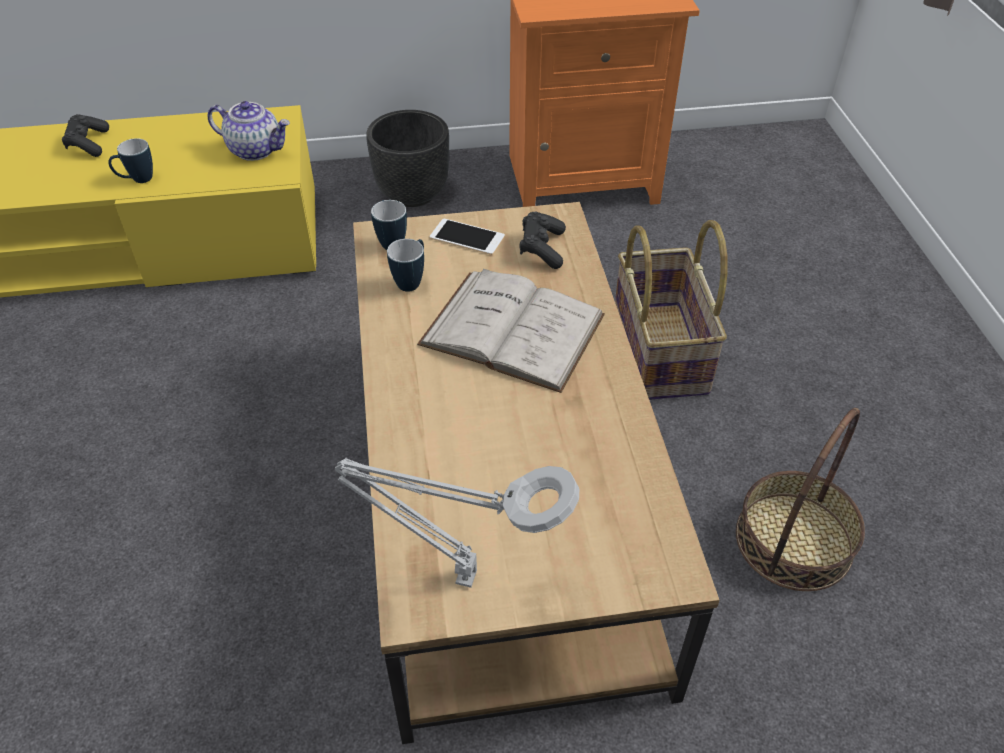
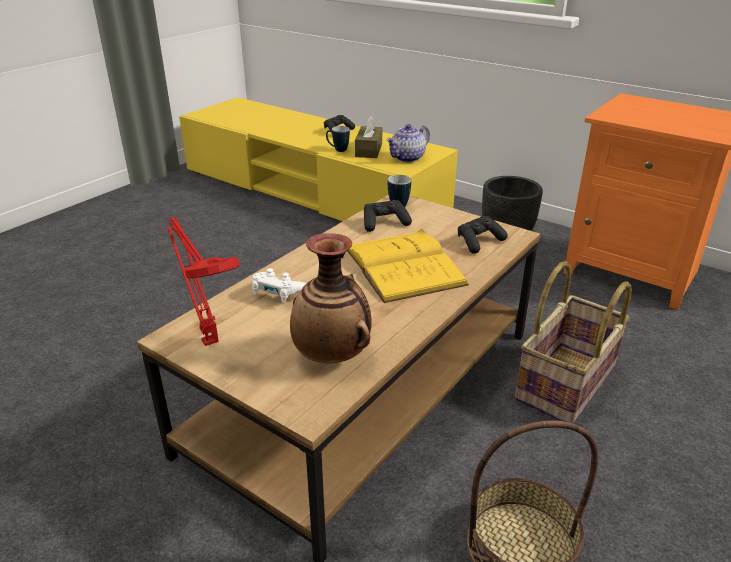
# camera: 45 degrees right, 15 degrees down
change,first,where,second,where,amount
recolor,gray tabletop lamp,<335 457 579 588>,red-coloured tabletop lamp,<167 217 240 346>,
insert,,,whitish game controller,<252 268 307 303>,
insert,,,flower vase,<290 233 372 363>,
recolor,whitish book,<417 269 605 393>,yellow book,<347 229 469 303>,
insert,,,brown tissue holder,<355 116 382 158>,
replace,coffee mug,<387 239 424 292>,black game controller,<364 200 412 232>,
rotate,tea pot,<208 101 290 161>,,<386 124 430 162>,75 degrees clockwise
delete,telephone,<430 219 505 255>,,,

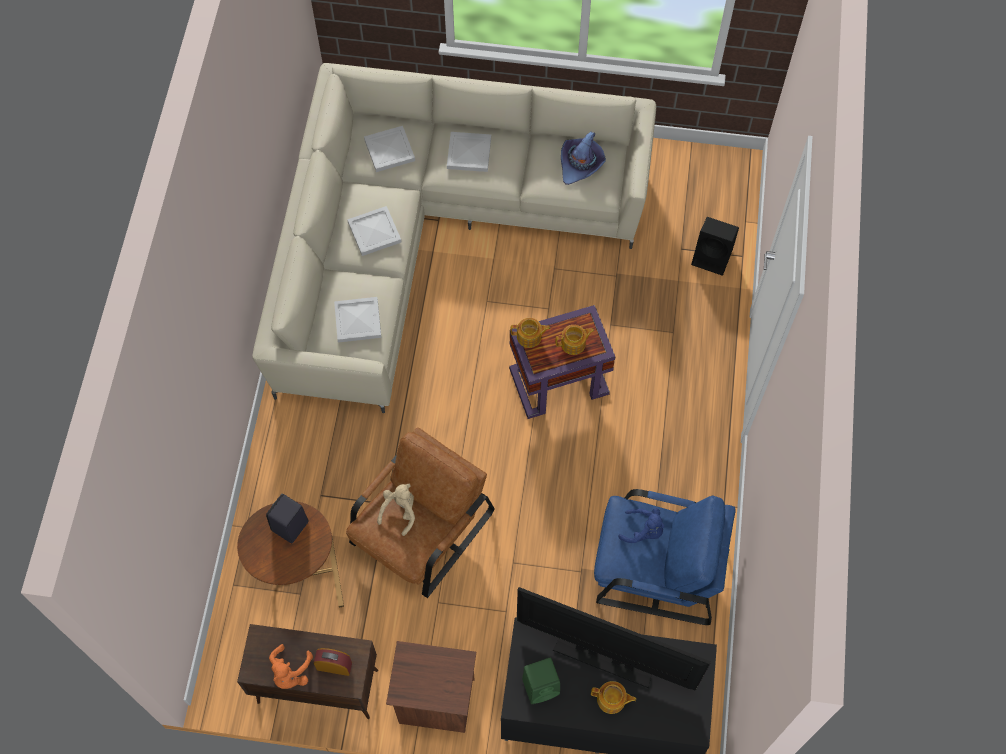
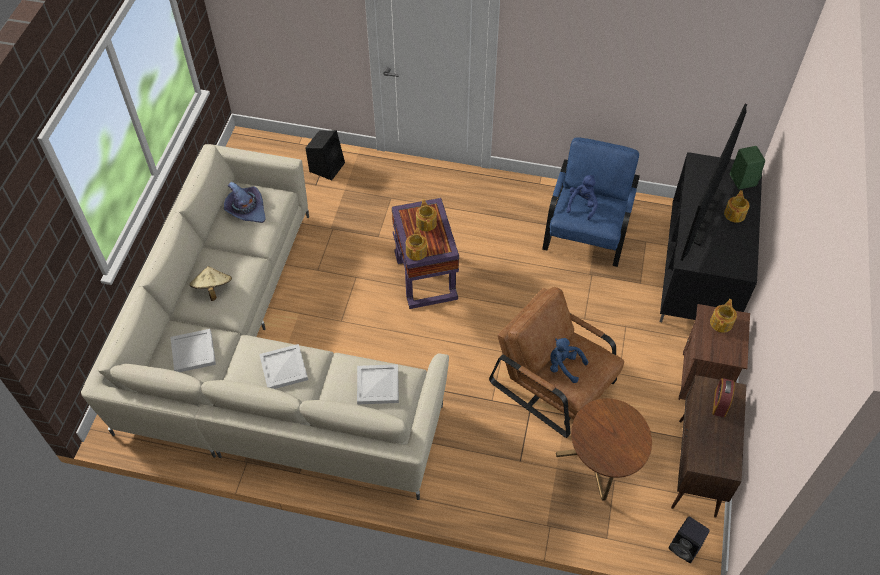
# camera: 85 degrees left, 10 degrees down
change,first,where,second,where,amount
replace,whitish serving tray,<447 132 491 172>,beige-coloured wearable hat,<190 266 232 301>,
recolor,beige-coloured plush toy,<377 484 415 536>,blue plush toy,<550 338 588 383>,
move,black speaker,<266 494 309 543>,,<668 516 710 563>,
insert,,,tea pot,<710 299 737 333>,
move,green-coloured speaker,<522 658 560 704>,,<730 146 765 189>,
delete,orange-coloured plush toy,<269 644 313 689>,,,

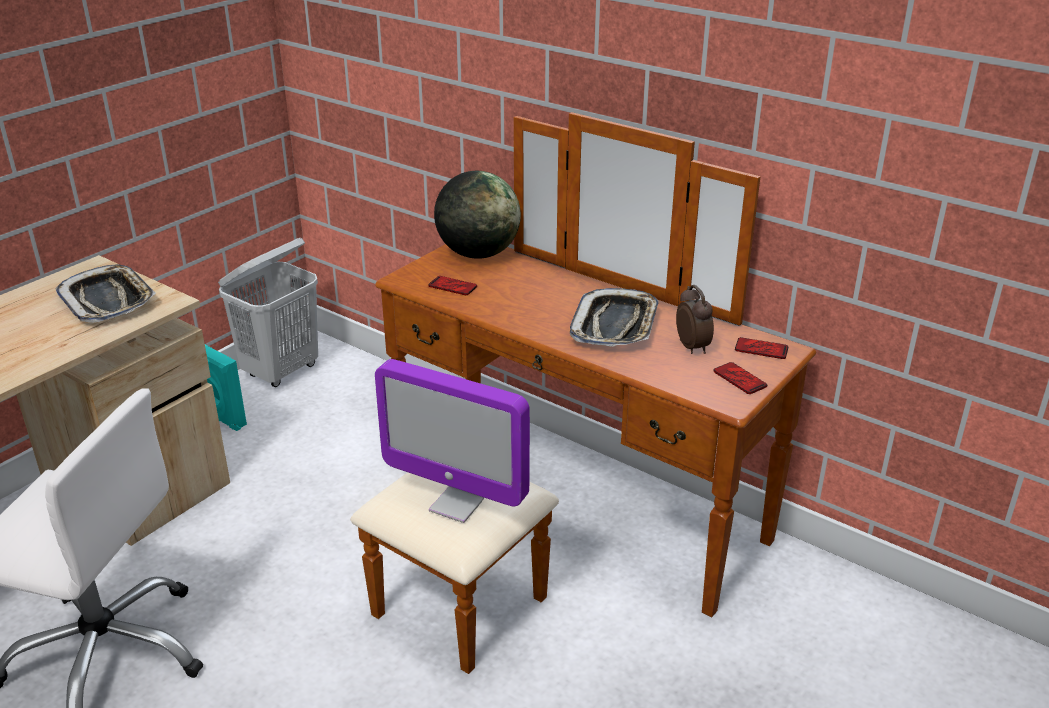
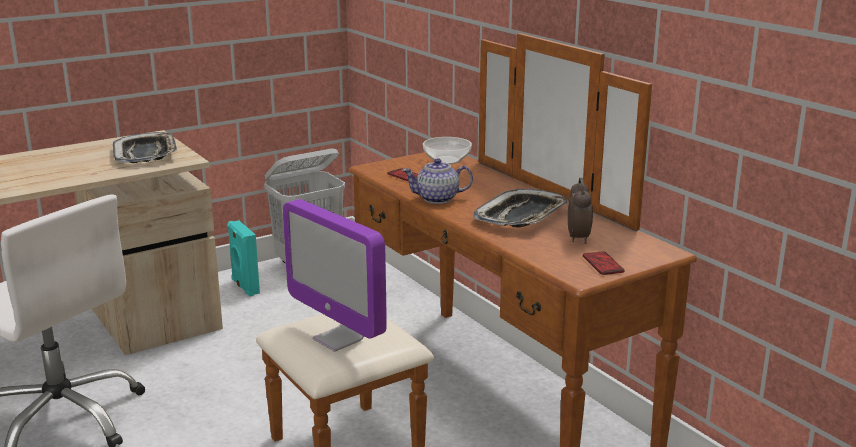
# camera: 20 degrees right, 10 degrees down
change,first,where,second,where,amount
insert,,,tea pot,<402 158 473 204>,
replace,desk globe,<434 171 521 259>,deep dish,<423 137 472 164>,
delete,telephone,<735 337 788 359>,,,

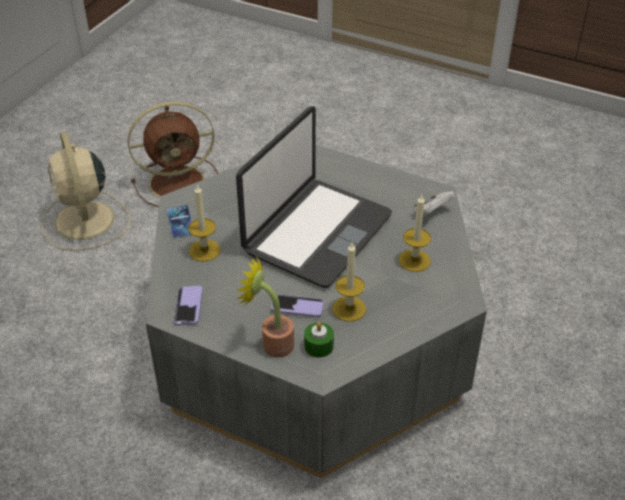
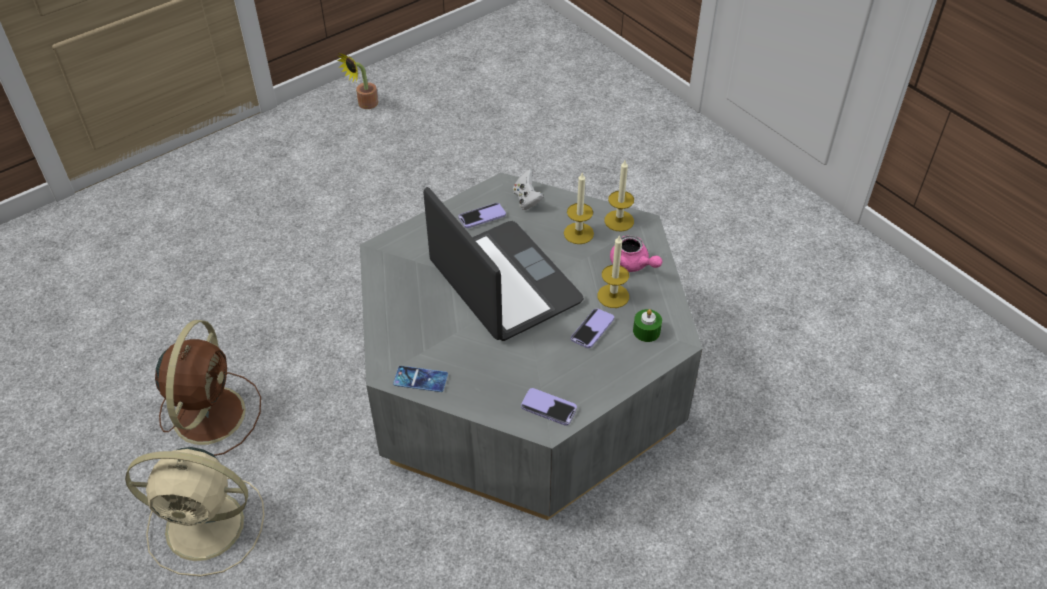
# camera: 65 degrees left, 5 degrees up
change,first,where,second,where,amount
move,plant in a pot,<236 256 294 357>,,<337 53 378 109>,
insert,,,telephone,<458 203 506 228>,
move,candle,<188 185 221 262>,,<604 160 634 232>,
insert,,,pink tea pot,<610 235 662 272>,

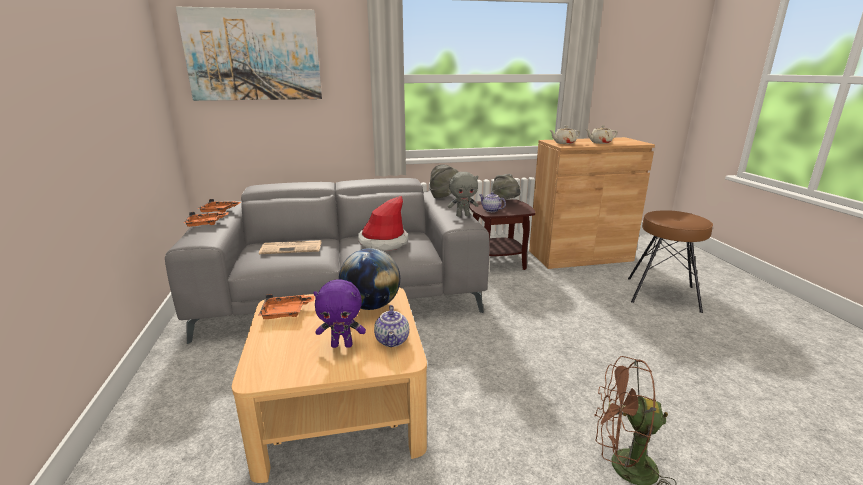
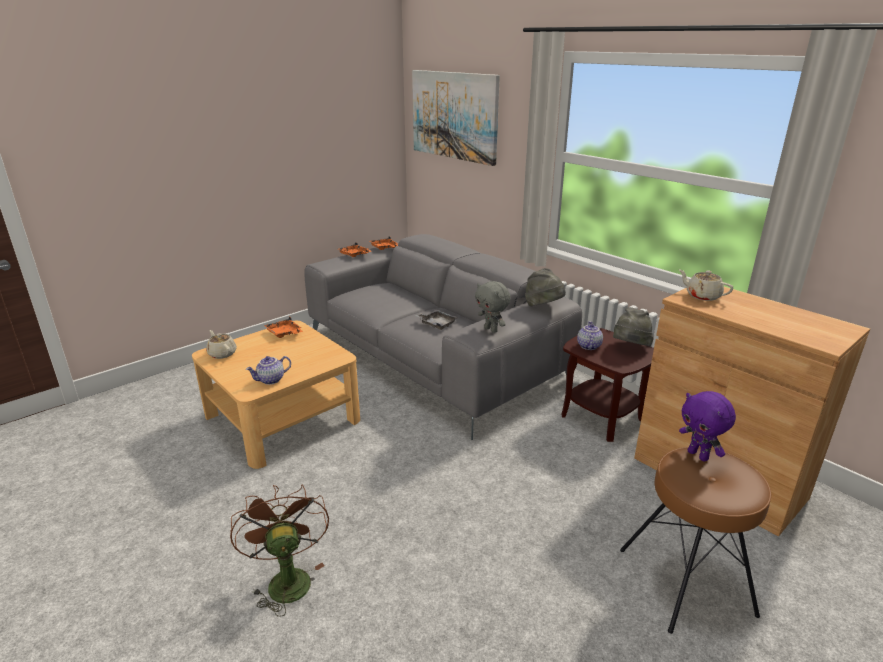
# camera: 60 degrees right, 5 degrees up
change,first,where,second,where,amount
move,beige-coloured tea pot,<585 125 617 144>,,<206 330 237 359>,
replace,wearable hat,<358 196 408 251>,gray serving tray,<415 310 457 330>,
move,purple plush toy,<313 279 366 348>,,<679 391 736 462>,
delete,printed paper,<259 240 321 254>,,,
delete,desk globe,<339 248 400 310>,,,

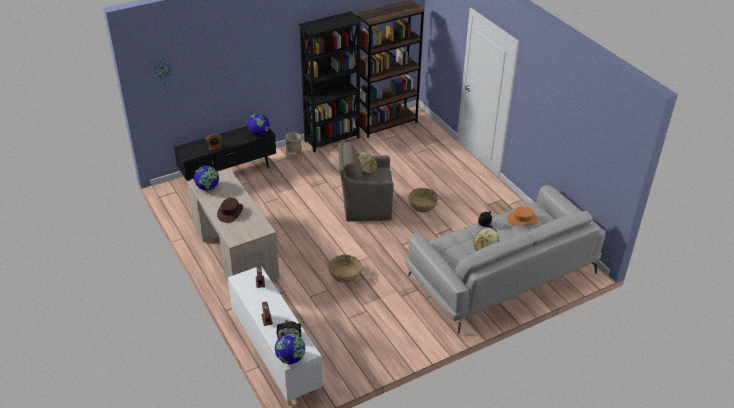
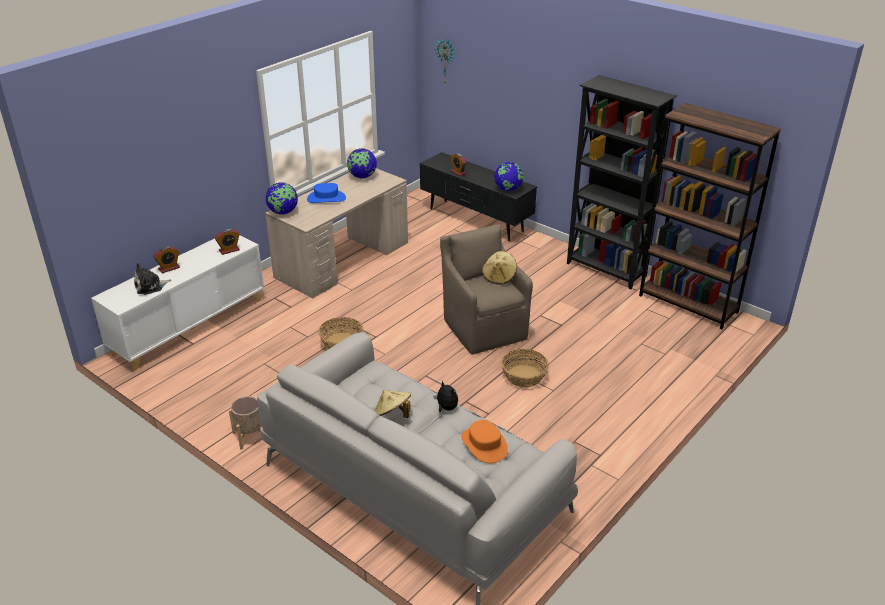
# camera: 70 degrees right, 5 degrees down
change,first,where,second,where,amount
move,beige-coloured flower pot,<285 132 302 160>,,<229 396 262 450>,
move,desk globe,<275 333 306 364>,,<266 182 298 214>,
recolor,brown wearable hat,<217 198 243 223>,blue wearable hat,<307 183 346 203>,

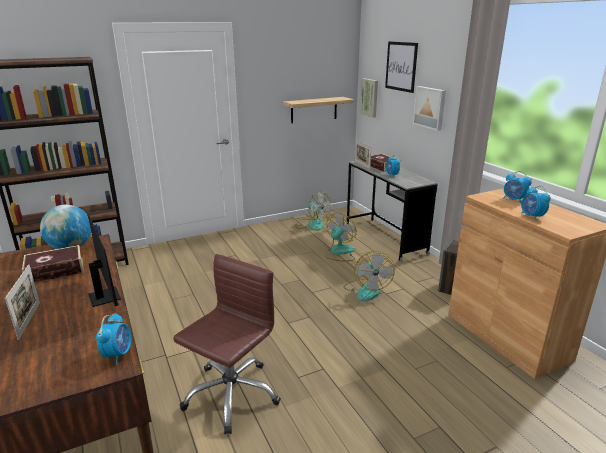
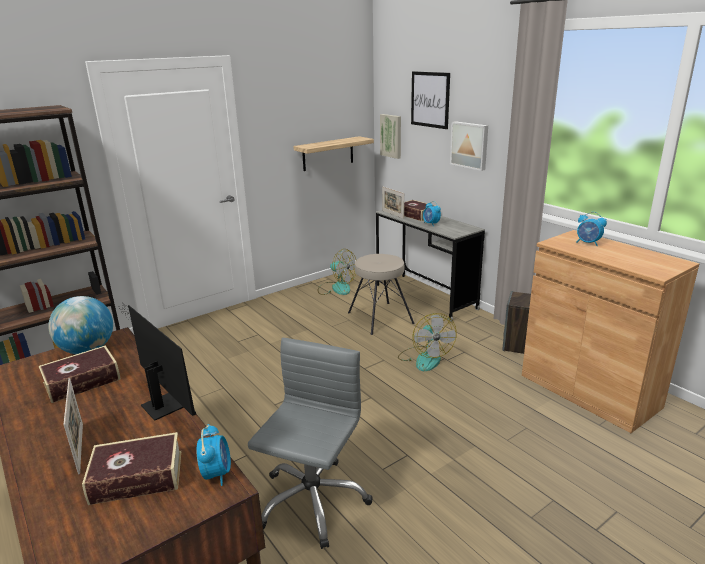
# camera: 10 degrees left, 0 degrees up
change,first,where,second,where,amount
insert,,,book,<82 432 181 505>,
recolor,brown office chair,<173 254 281 434>,gray office chair,<248 338 372 549>,
replace,cooling fan,<325 213 356 261>,beige-coloured stool,<348 254 415 335>,
delete,bedside clock,<521 186 551 221>,,,

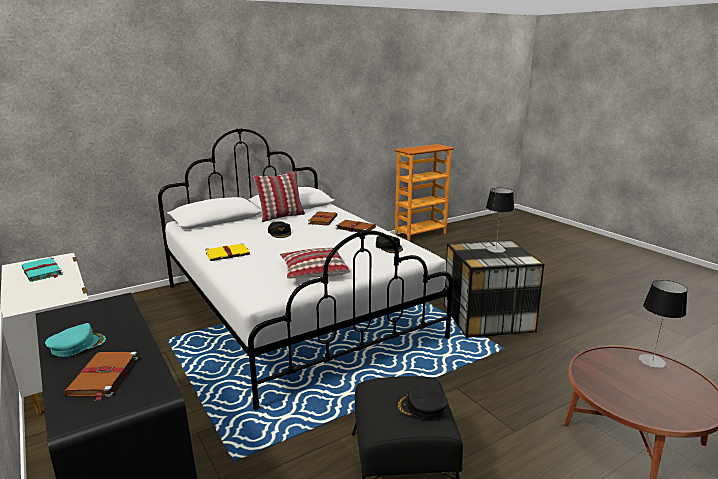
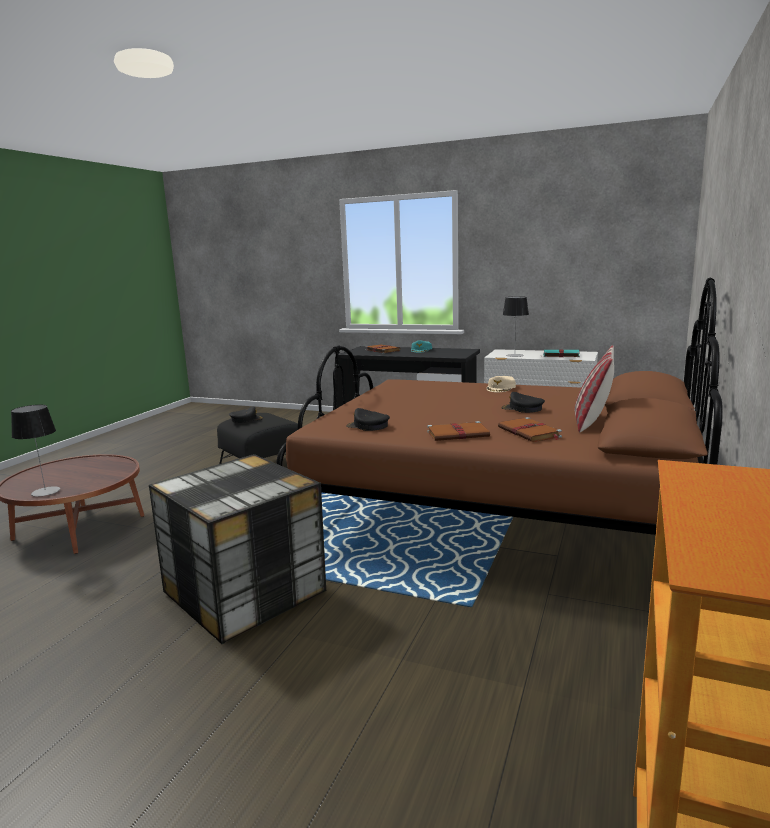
# camera: 145 degrees right, 5 degrees down
change,first,where,second,where,amount
recolor,whitish sleeping bed,<158 128 453 410>,brown sleeping bed,<276 278 723 535>,
replace,yellow book,<206 243 250 261>,beige-coloured cap,<487 376 516 392>,
move,tabletop lamp,<486 188 514 253>,,<503 296 529 357>,
delete,pillow,<280 248 350 279>,,,

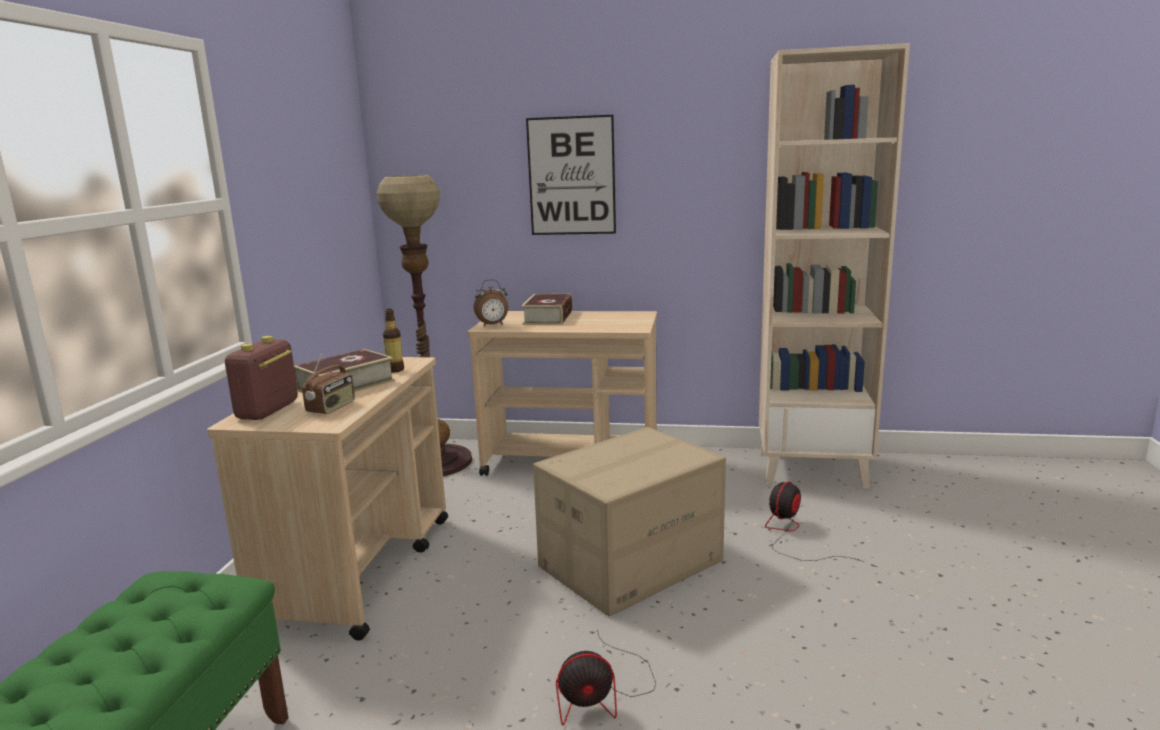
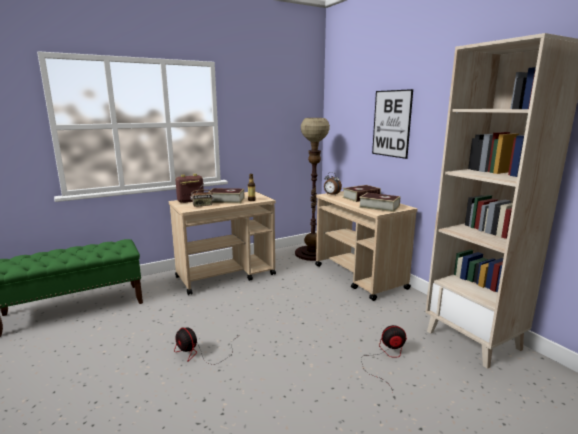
# camera: 50 degrees right, 0 degrees up
change,first,where,second,where,amount
insert,,,book,<359 193 400 212>,
delete,packing box,<533 427 726 616>,,,

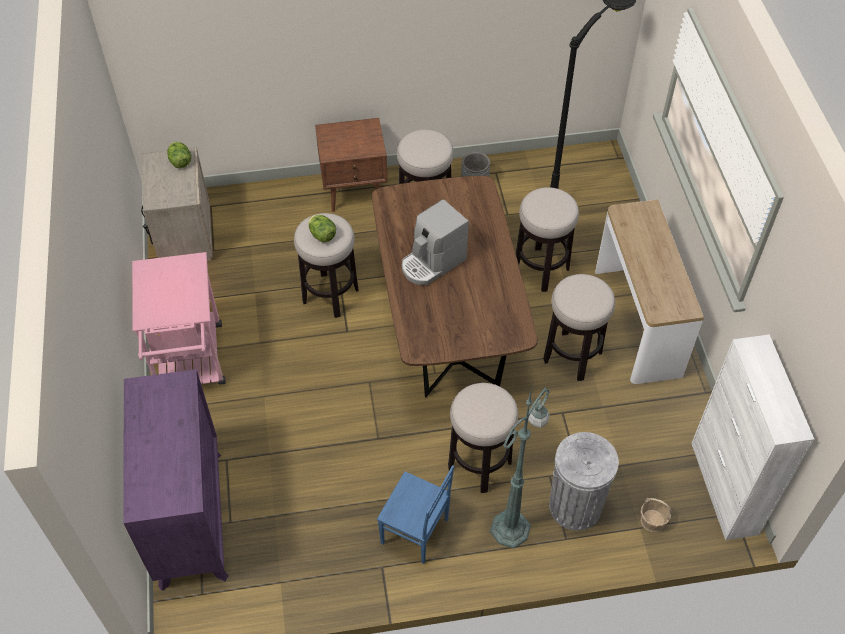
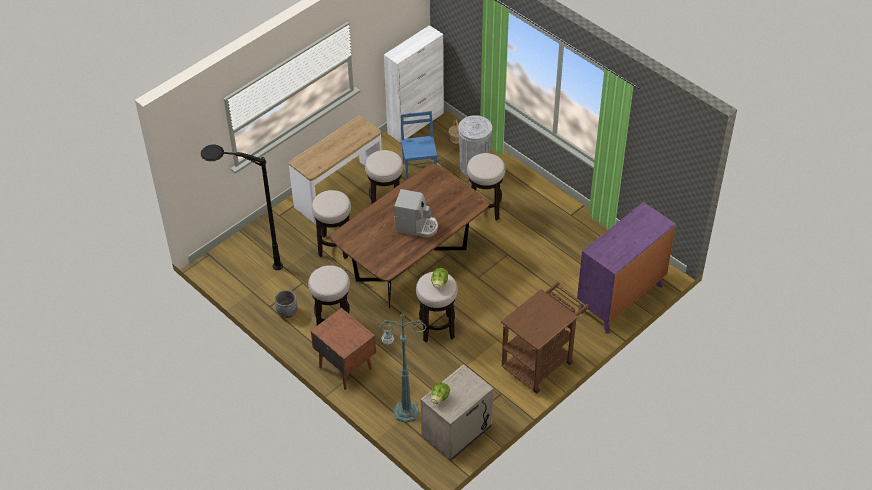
# camera: 125 degrees left, 5 degrees down
change,first,where,second,where,amount
move,green-coloured standard lamp,<490 386 550 549>,,<379 308 426 423>,
move,blue chair,<377 465 454 564>,,<401 111 437 180>,
recolor,pink wheeled cart,<132 252 226 385>,brown wheeled cart,<501 282 589 393>,

